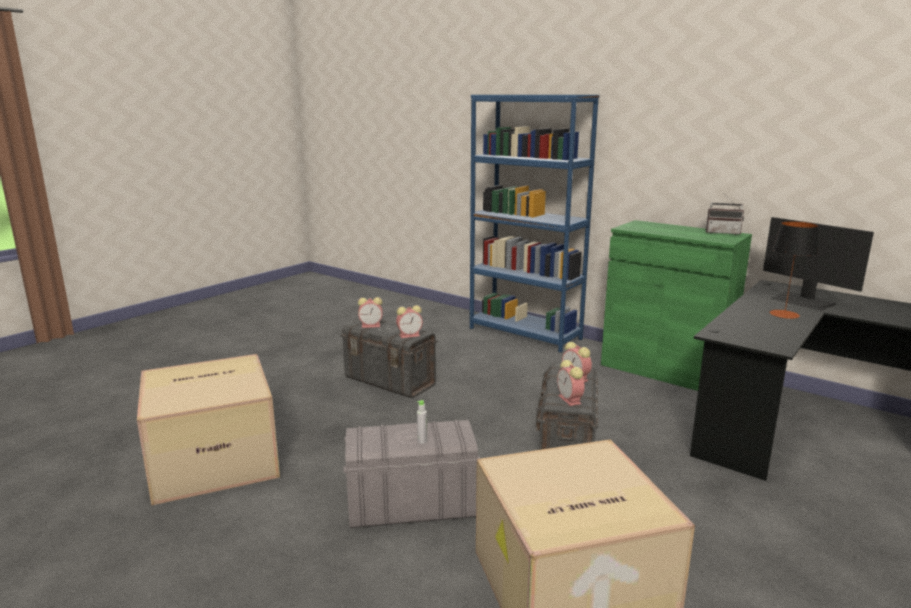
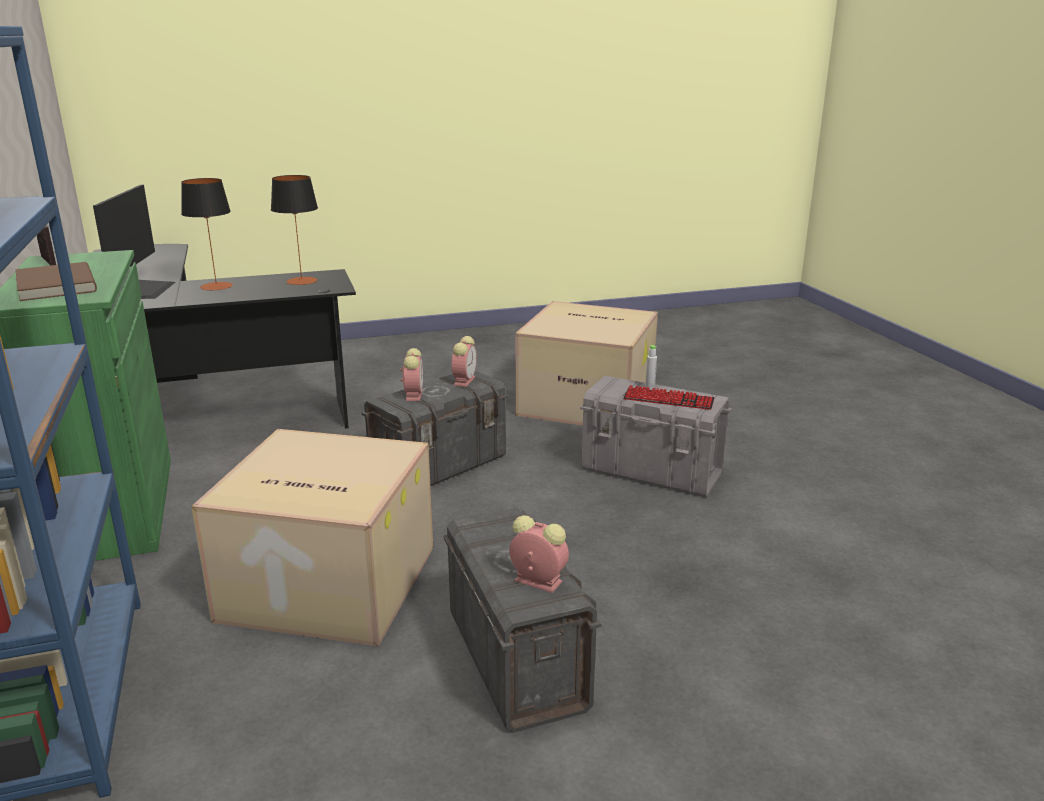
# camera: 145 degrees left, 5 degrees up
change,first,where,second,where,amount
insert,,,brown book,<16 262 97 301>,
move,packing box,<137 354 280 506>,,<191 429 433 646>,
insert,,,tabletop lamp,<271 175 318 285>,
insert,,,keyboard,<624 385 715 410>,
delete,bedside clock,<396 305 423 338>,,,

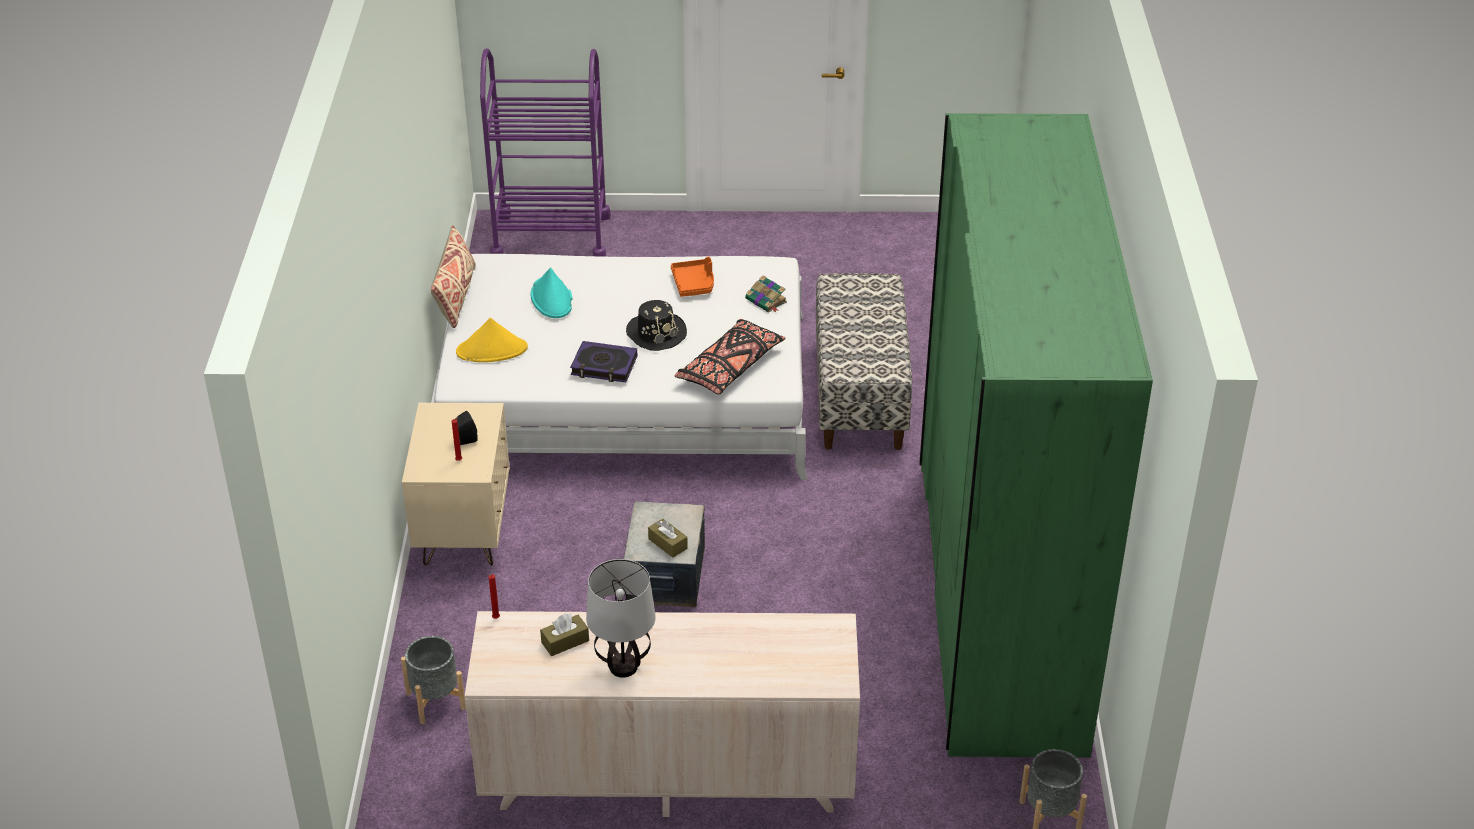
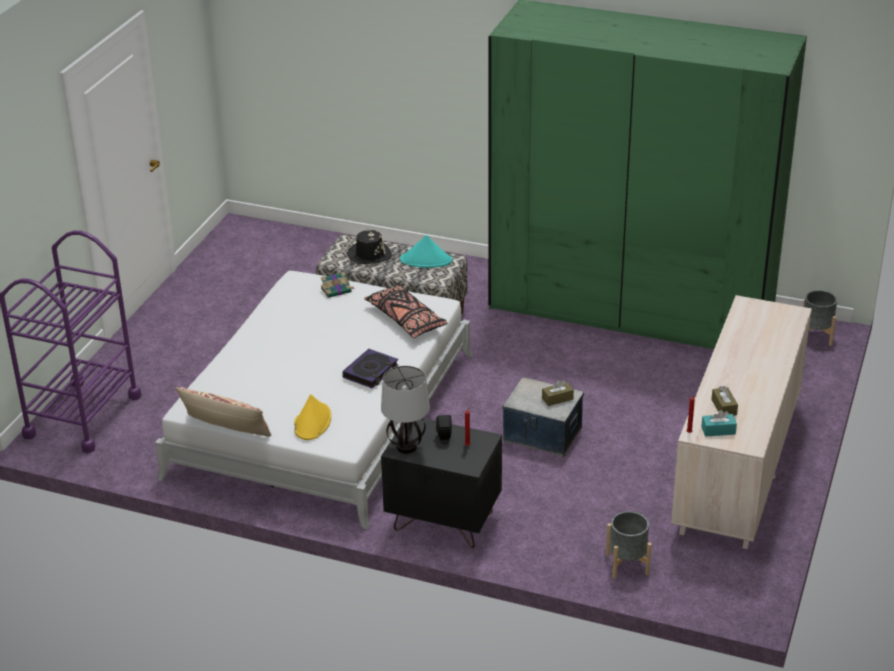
# camera: 70 degrees left, 5 degrees down
change,first,where,second,where,amount
move,black wearable hat,<626 300 687 351>,,<347 229 392 264>,
move,tabletop lamp,<586 559 656 678>,,<381 366 430 454>,
recolor,beige-coloured night table,<402 403 510 566>,black night table,<381 418 502 548>,
move,turquoise wearable hat,<531 267 572 318>,,<400 235 453 268>,
insert,,,turquoise tissue holder,<701 410 737 437>,
delete,orange-coloured serving tray,<671 257 714 297>,,,

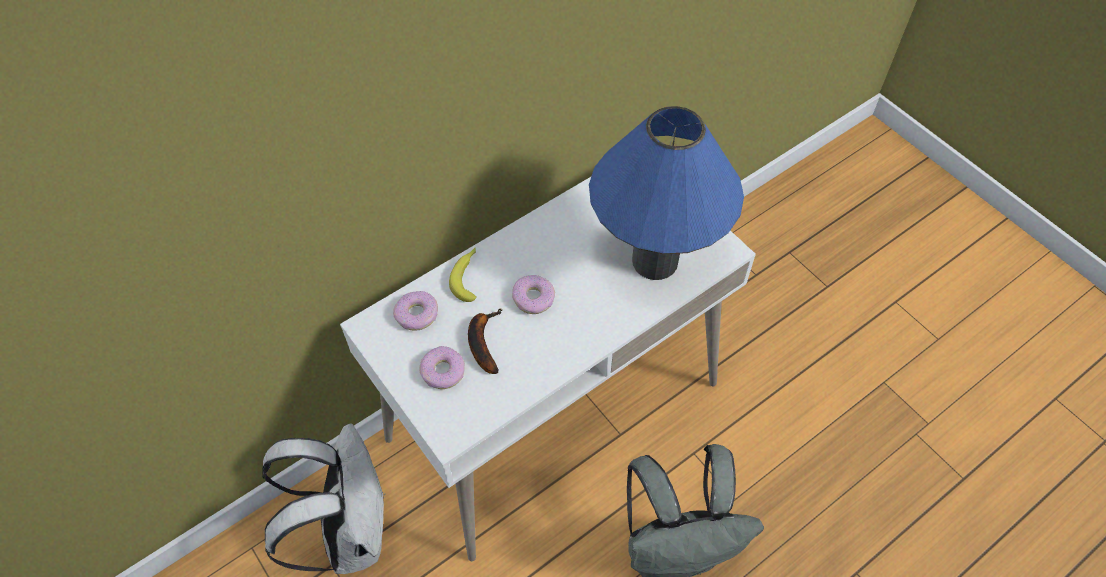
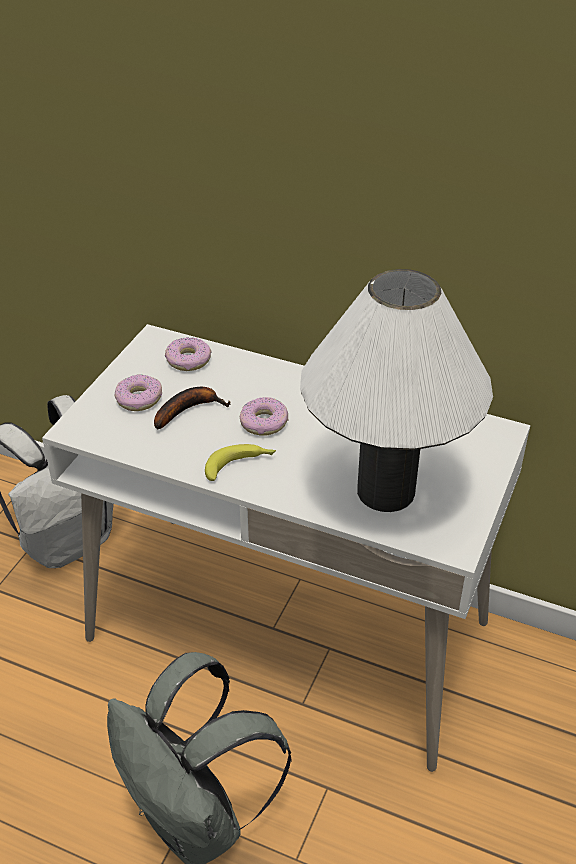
# camera: 60 degrees right, 15 degrees down
change,first,where,second,where,amount
move,whole banana,<449 248 477 302>,,<205 444 276 481>,
recolor,blue tabletop lamp,<589 106 744 280>,whitish tabletop lamp,<300 269 493 512>,

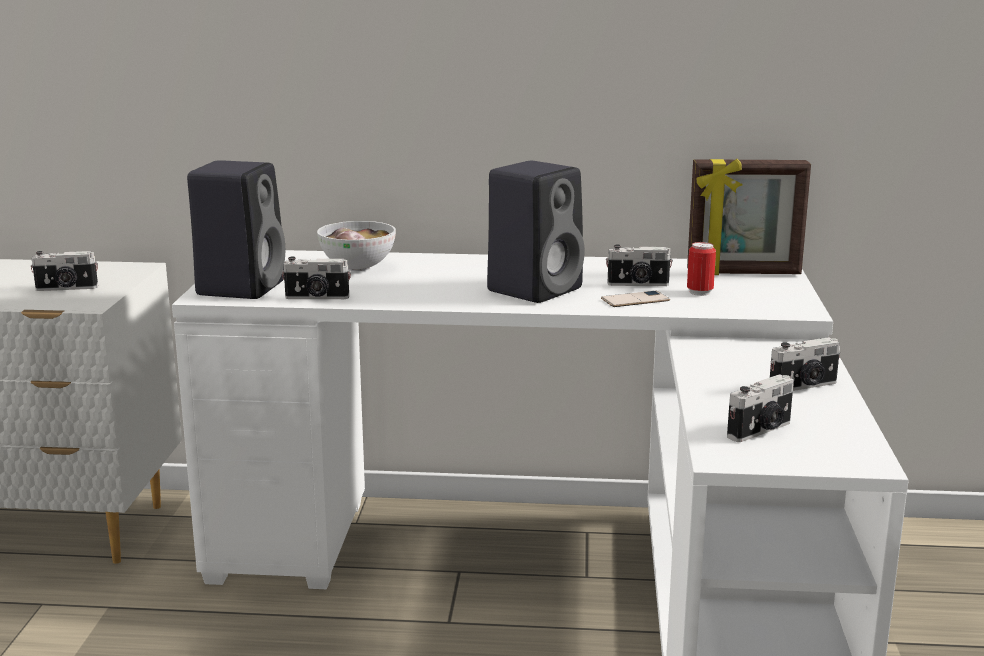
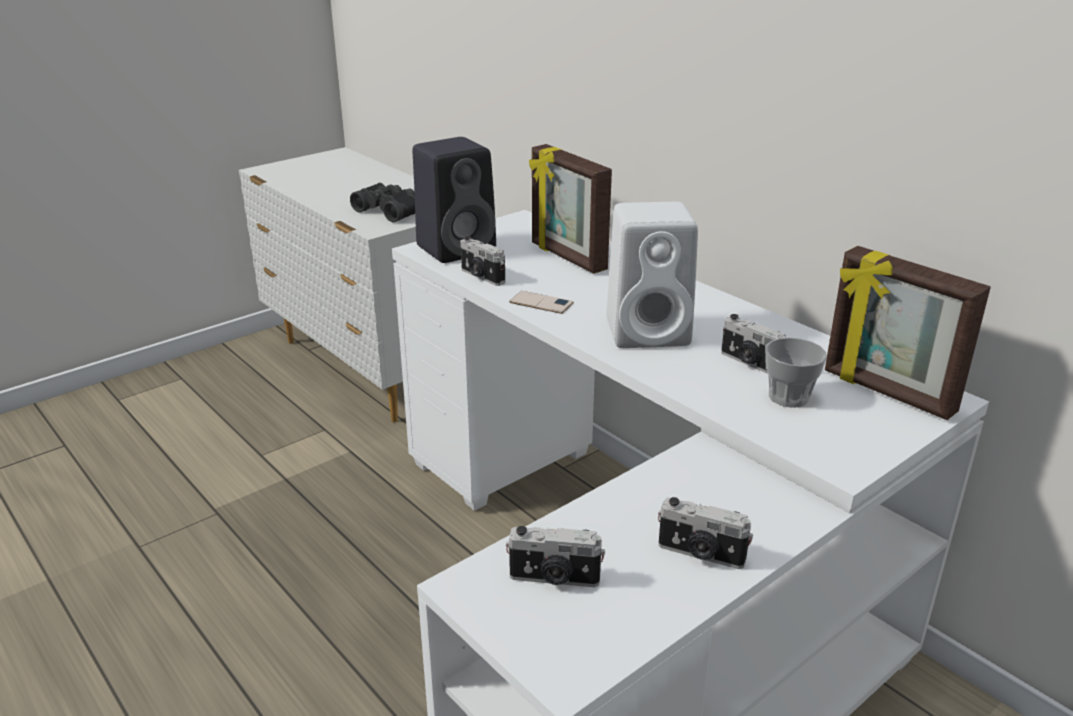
# camera: 45 degrees right, 10 degrees up
change,first,where,second,where,amount
replace,photo camera,<30 251 98 291>,black pair of binoculars,<350 183 415 223>,
move,telephone,<601 291 670 307>,,<509 291 574 314>,
replace,deep dish,<317 221 396 271>,picture frame,<529 144 612 274>,
recolor,black speaker,<487 160 585 303>,whitish speaker,<607 202 698 348>,
replace,sealed can,<687 242 716 296>,small cup,<765 337 827 408>,

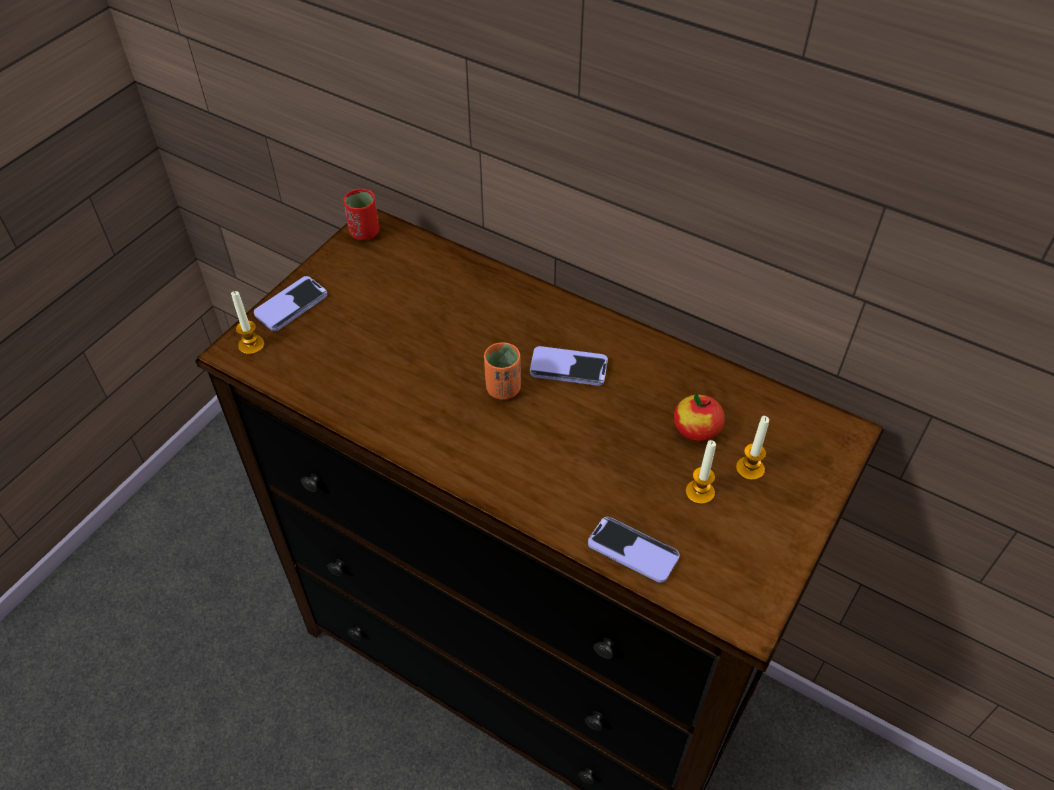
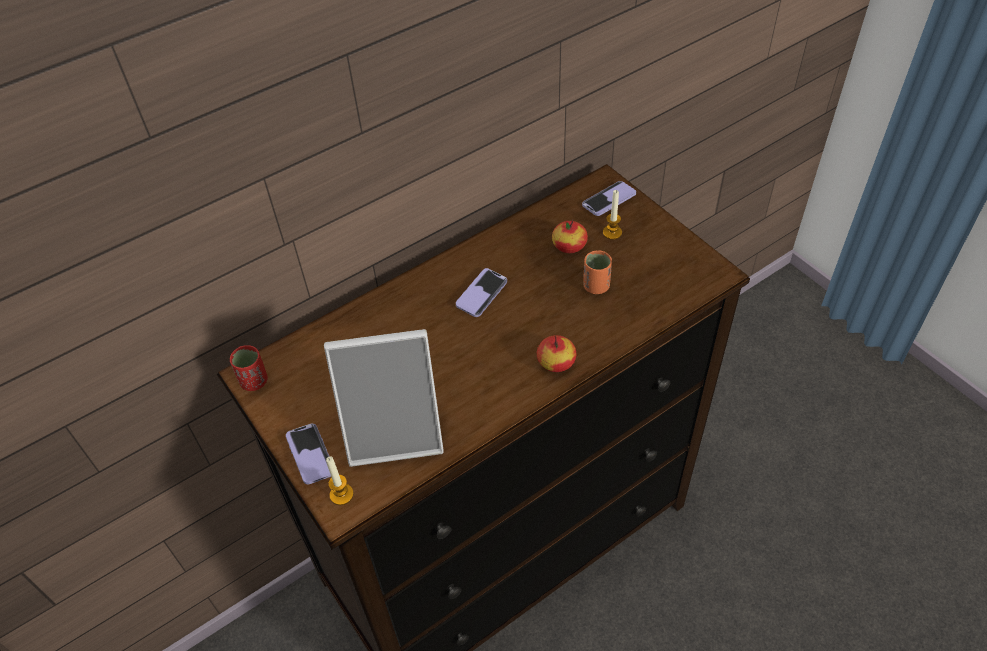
# camera: 65 degrees left, 0 degrees up
change,first,where,second,where,amount
insert,,,picture frame,<324 329 444 467>,
insert,,,apple fruit,<537 335 577 372>,
move,telephone,<588 517 680 583>,,<582 181 636 216>,
move,orange-coloured small cup,<484 342 521 400>,,<583 251 612 294>,
delete,candle,<685 440 716 505>,,,

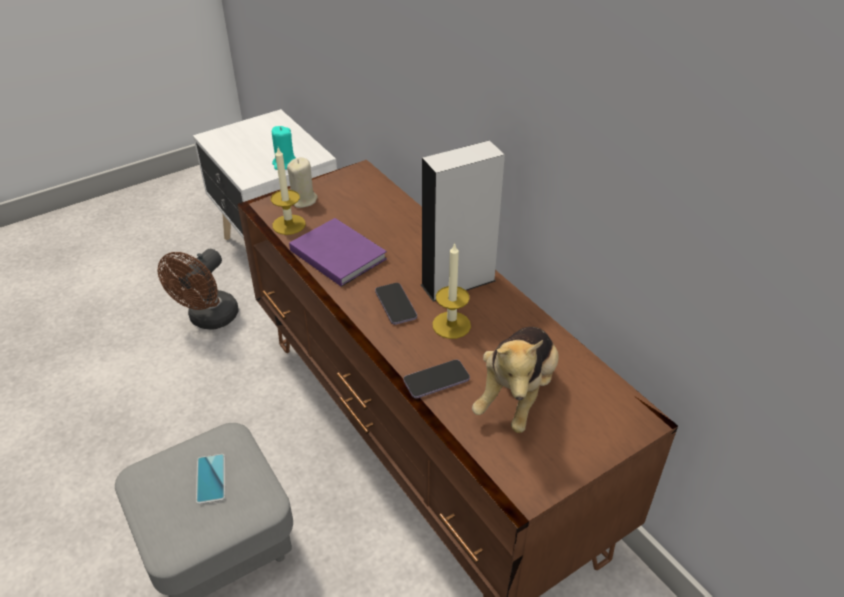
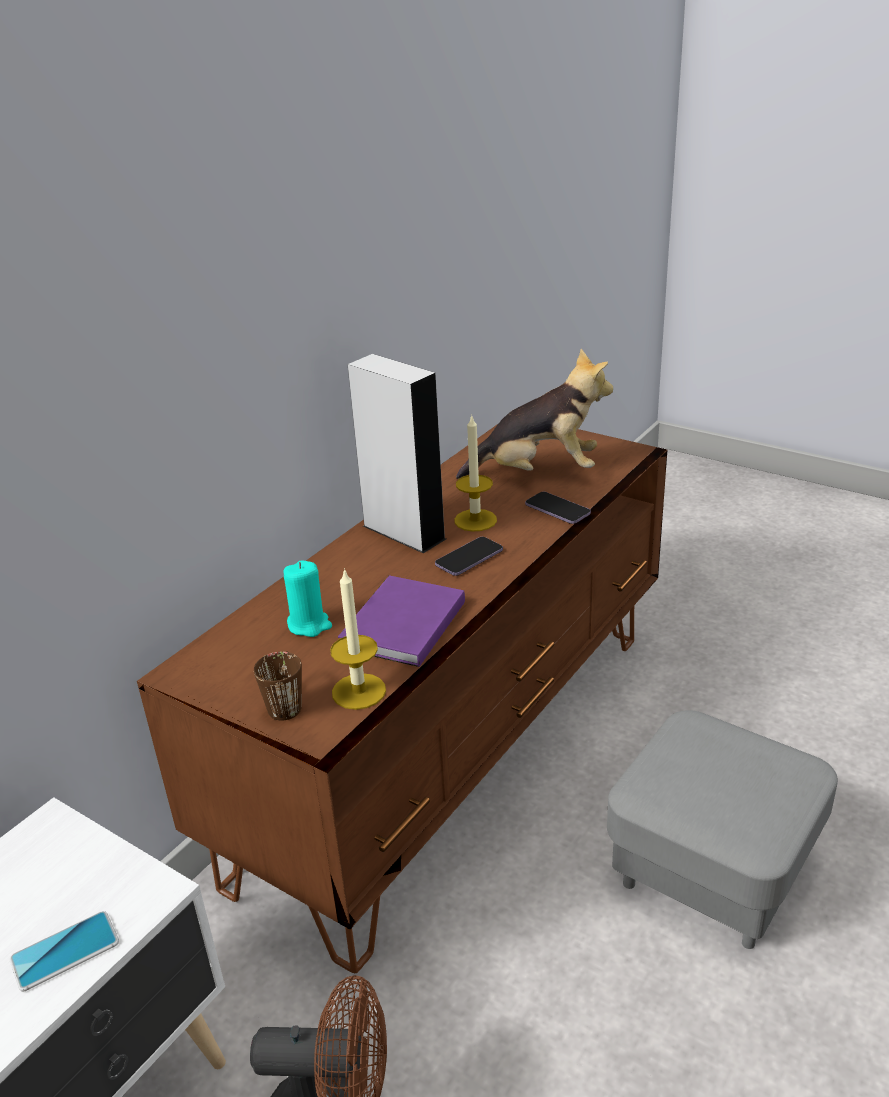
# camera: 110 degrees left, 10 degrees down
change,first,where,second,where,amount
move,telephone,<196 454 225 504>,,<10 911 119 991>,
replace,beige-coloured candle,<287 157 317 208>,brown coffee mug,<254 651 302 721>,
move,turquoise candle,<272 126 296 170>,,<283 560 332 637>,

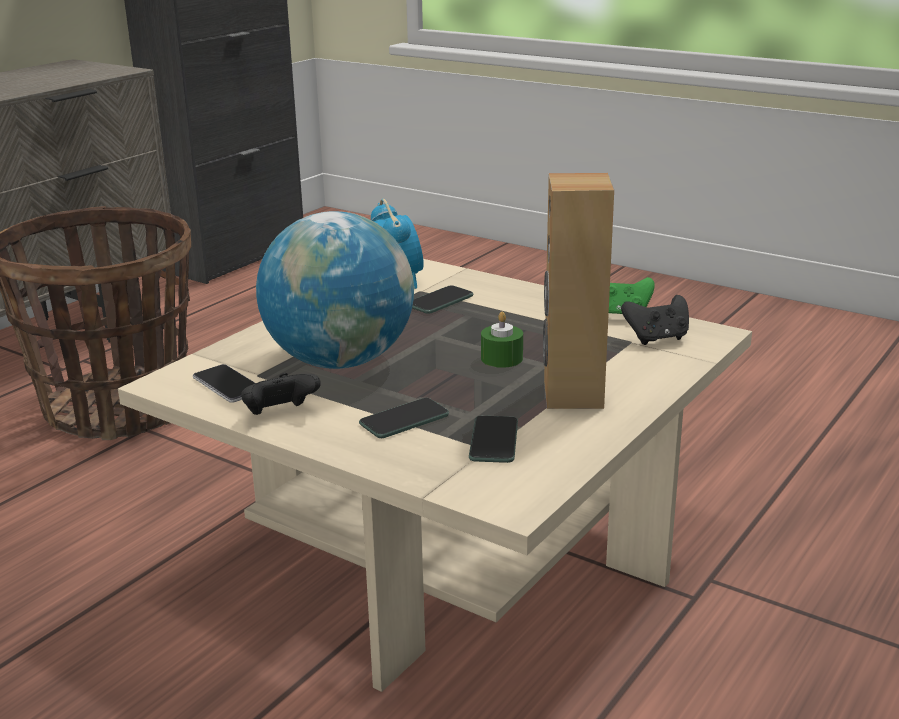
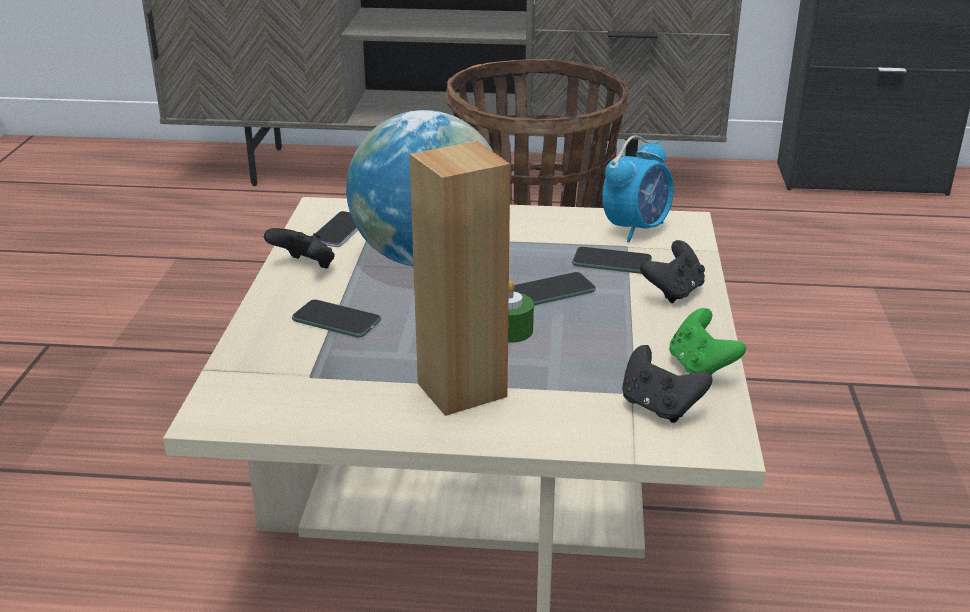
# camera: 60 degrees right, 5 degrees up
change,first,where,second,where,amount
move,telephone,<469 416 518 463>,,<513 272 596 305>,
insert,,,black game controller,<640 240 705 303>,

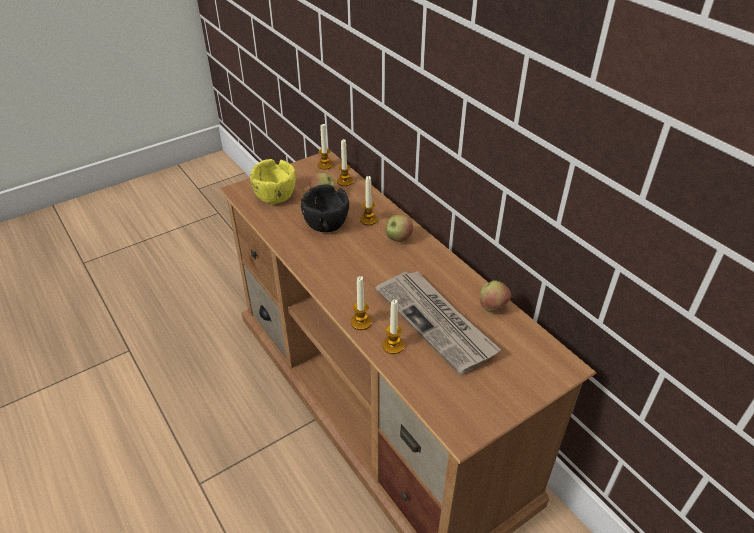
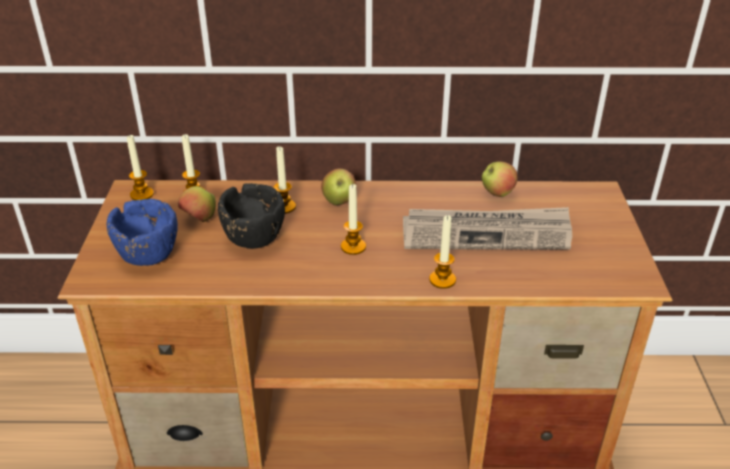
# camera: 55 degrees left, 5 degrees down
change,first,where,second,where,amount
recolor,yellow deep dish,<250 159 296 204>,blue deep dish,<107 199 178 266>,
move,candle,<382 300 404 354>,,<341 184 366 255>,

